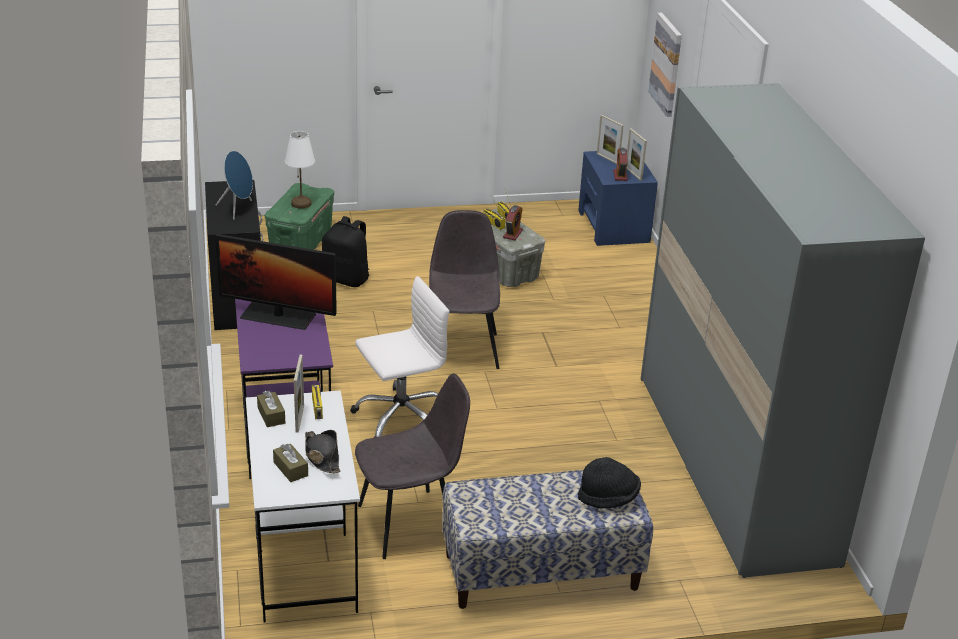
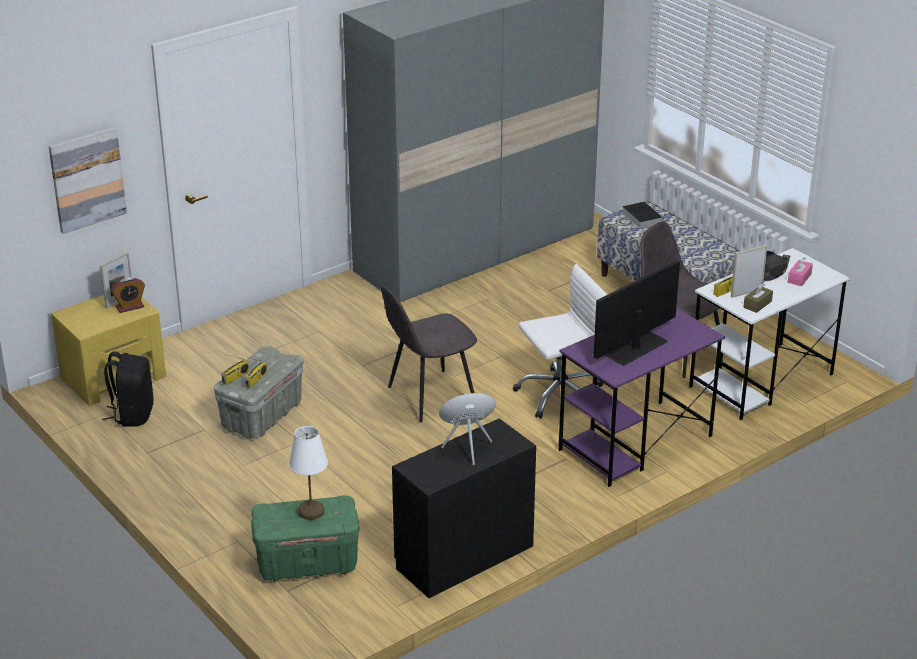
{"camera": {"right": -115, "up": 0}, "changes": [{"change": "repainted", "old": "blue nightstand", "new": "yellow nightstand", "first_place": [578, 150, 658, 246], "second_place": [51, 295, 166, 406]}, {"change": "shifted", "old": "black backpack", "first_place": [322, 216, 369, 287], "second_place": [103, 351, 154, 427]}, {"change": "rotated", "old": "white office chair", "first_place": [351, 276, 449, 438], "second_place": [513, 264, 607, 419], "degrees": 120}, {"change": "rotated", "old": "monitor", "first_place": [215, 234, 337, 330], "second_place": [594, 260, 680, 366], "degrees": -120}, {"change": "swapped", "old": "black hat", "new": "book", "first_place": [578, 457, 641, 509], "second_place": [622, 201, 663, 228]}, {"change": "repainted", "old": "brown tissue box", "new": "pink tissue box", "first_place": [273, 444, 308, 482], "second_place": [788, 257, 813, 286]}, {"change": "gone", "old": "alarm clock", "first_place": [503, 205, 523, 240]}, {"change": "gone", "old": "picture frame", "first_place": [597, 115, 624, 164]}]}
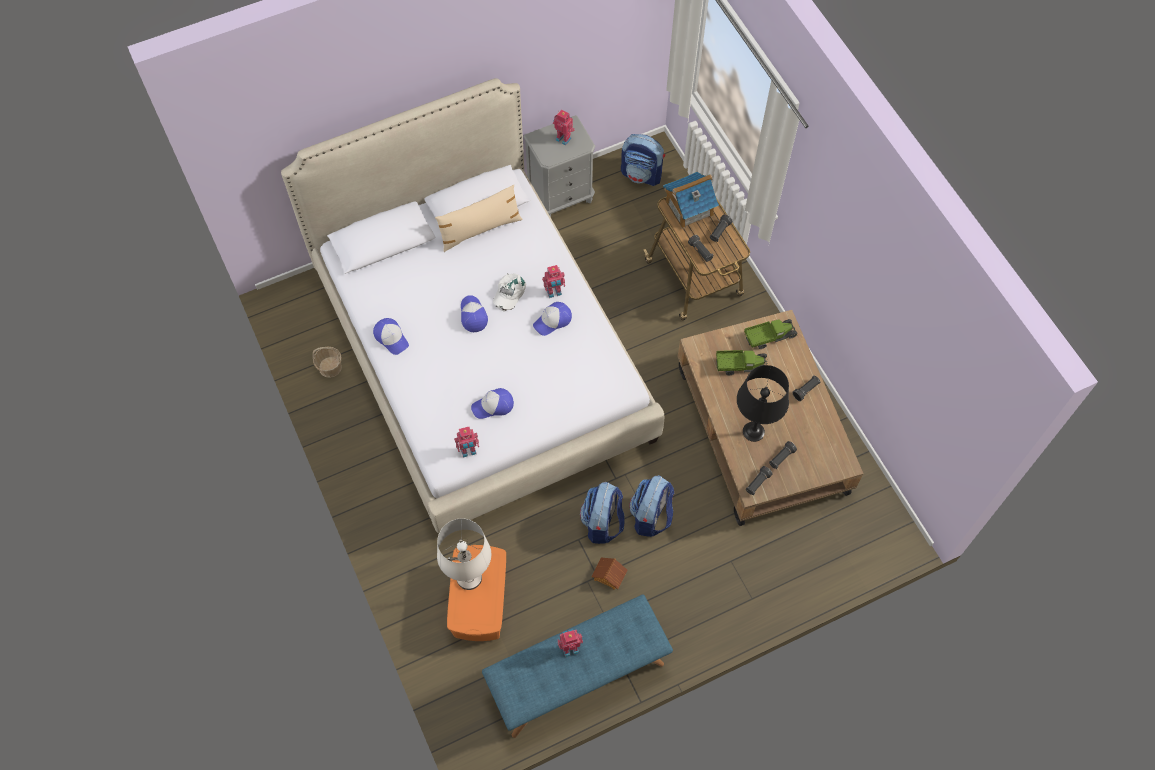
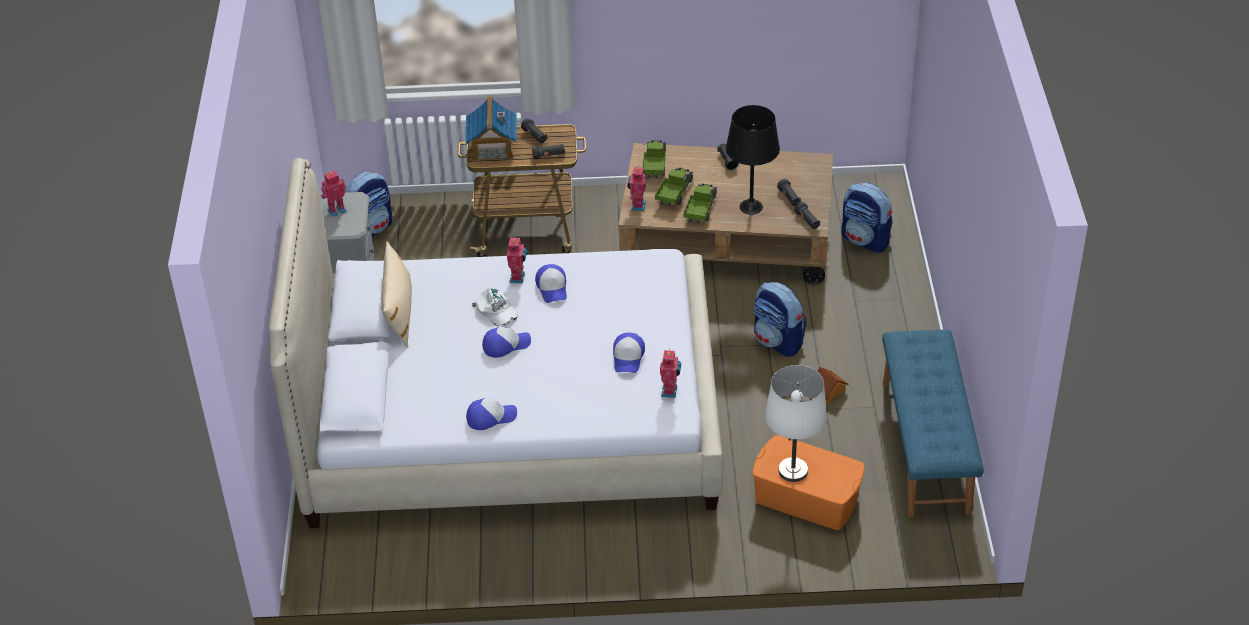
{"camera": {"right": -65, "up": -20}, "changes": [{"change": "rotated", "old": "cap", "first_place": [461, 295, 488, 332], "second_place": [482, 327, 531, 358], "degrees": 150}, {"change": "shifted", "old": "toy robot", "first_place": [558, 629, 583, 657], "second_place": [627, 165, 646, 211]}, {"change": "new", "new": "toy truck", "second_place": [684, 183, 717, 224]}, {"change": "shifted", "old": "backpack", "first_place": [580, 482, 625, 544], "second_place": [841, 183, 893, 253]}, {"change": "gone", "old": "basket", "first_place": [313, 346, 342, 378]}]}
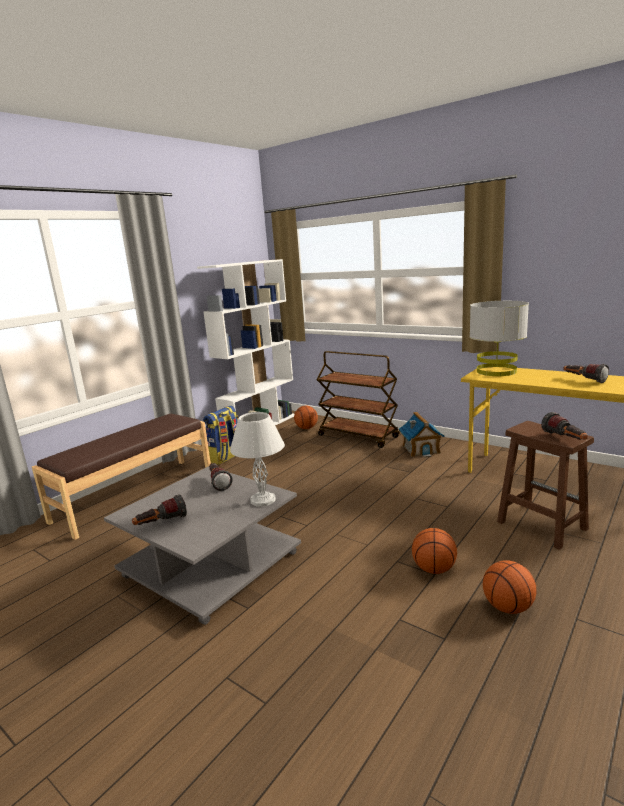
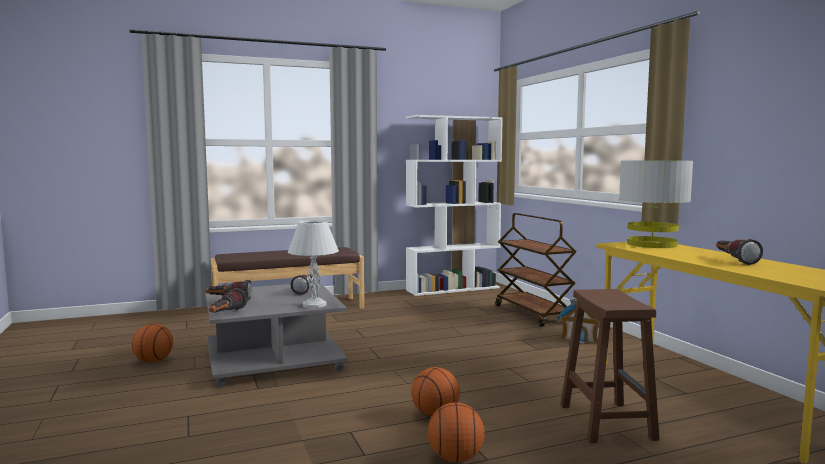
{"camera": {"right": 30, "up": -10}, "changes": [{"change": "shifted", "old": "basketball", "first_place": [294, 406, 318, 429], "second_place": [131, 324, 173, 363]}, {"change": "shifted", "old": "flashlight", "first_place": [541, 412, 588, 440], "second_place": [209, 288, 248, 313]}, {"change": "gone", "old": "backpack", "first_place": [203, 406, 238, 465]}]}
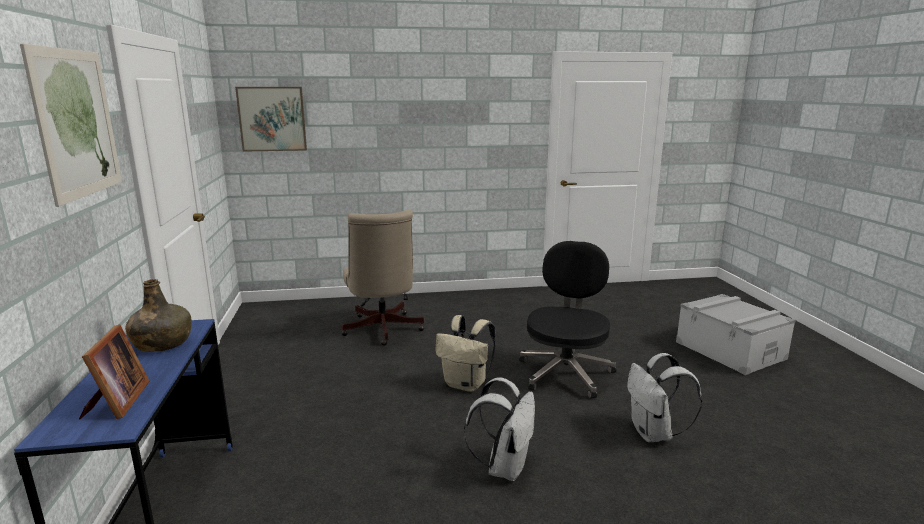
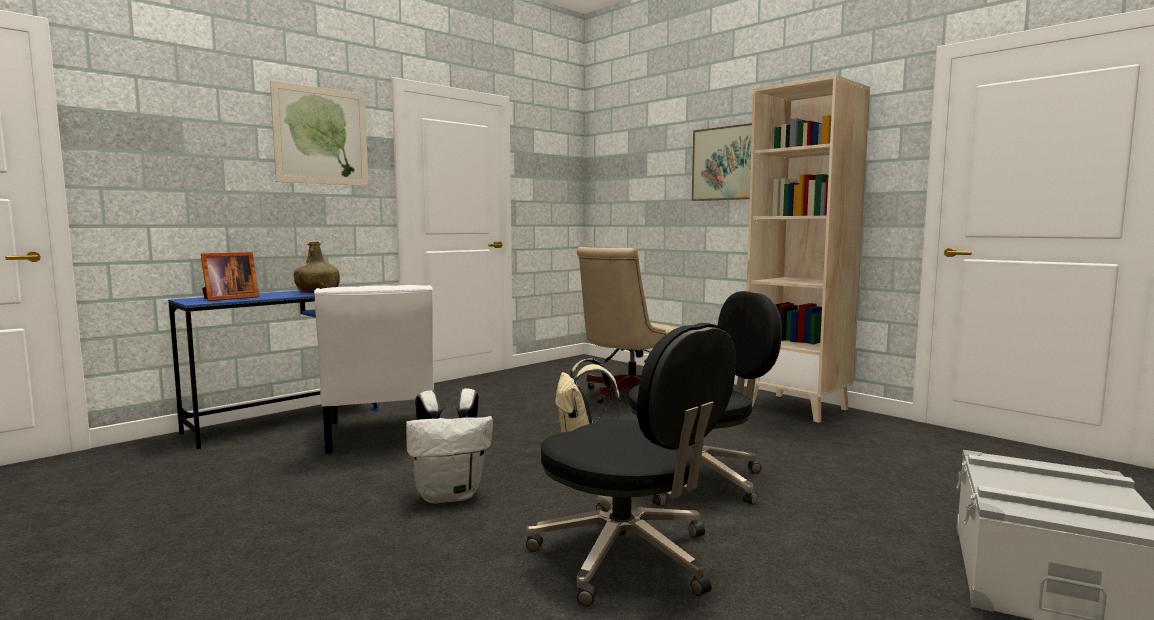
{"camera": {"right": 55, "up": -10}, "changes": [{"change": "new", "new": "white chair", "second_place": [314, 285, 434, 454]}, {"change": "swapped", "old": "white backpack", "new": "black office chair", "first_place": [627, 353, 702, 442], "second_place": [526, 323, 736, 606]}, {"change": "shifted", "old": "picture", "first_place": [235, 87, 307, 152], "second_place": [692, 123, 752, 201]}, {"change": "new", "new": "beige bookcase", "second_place": [745, 75, 870, 423]}]}
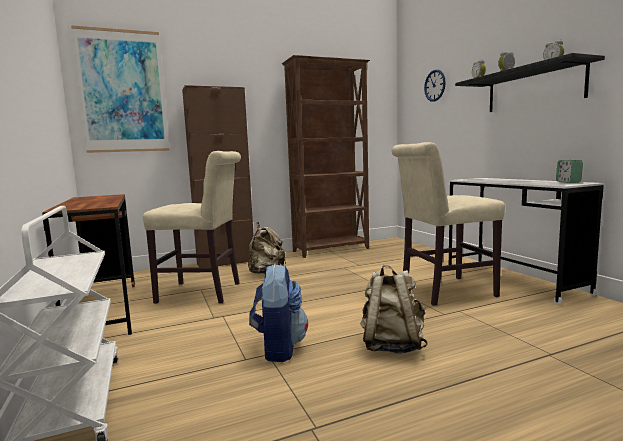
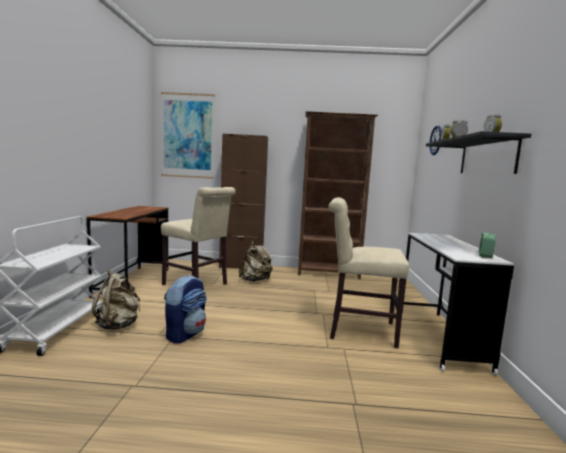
{"camera": {"right": 25, "up": 0}, "changes": [{"change": "shifted", "old": "beige backpack", "first_place": [360, 265, 428, 354], "second_place": [92, 269, 140, 330]}]}
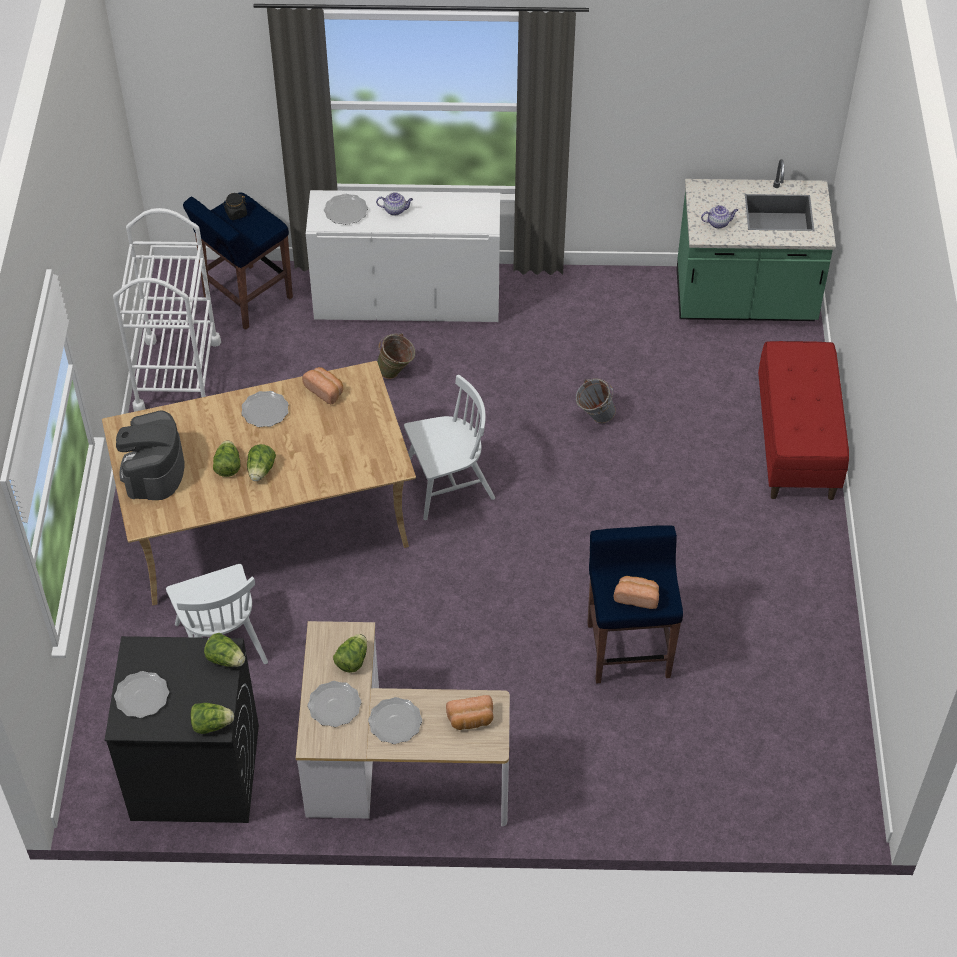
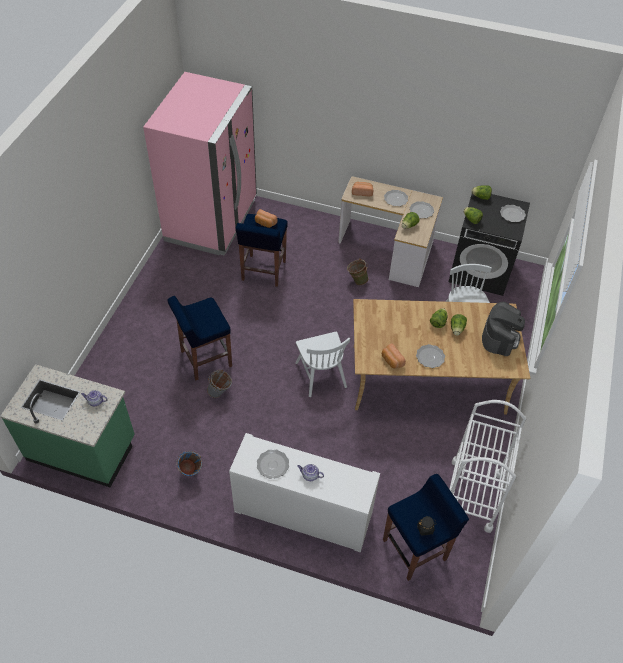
{"camera": {"right": -165, "up": 0}, "changes": [{"change": "new", "new": "pink fridge", "second_place": [143, 72, 257, 256]}, {"change": "new", "new": "blue stool", "second_place": [167, 296, 232, 380]}, {"change": "new", "new": "blue bucket", "second_place": [176, 451, 202, 476]}, {"change": "shifted", "old": "plate", "first_place": [324, 194, 368, 225], "second_place": [257, 449, 289, 479]}, {"change": "rotated", "old": "white chair", "first_place": [404, 375, 495, 520], "second_place": [295, 332, 350, 397], "degrees": -105}, {"change": "shifted", "old": "green bucket", "first_place": [377, 333, 415, 379], "second_place": [347, 258, 369, 285]}, {"change": "gone", "old": "red bench", "first_place": [758, 341, 849, 500]}]}
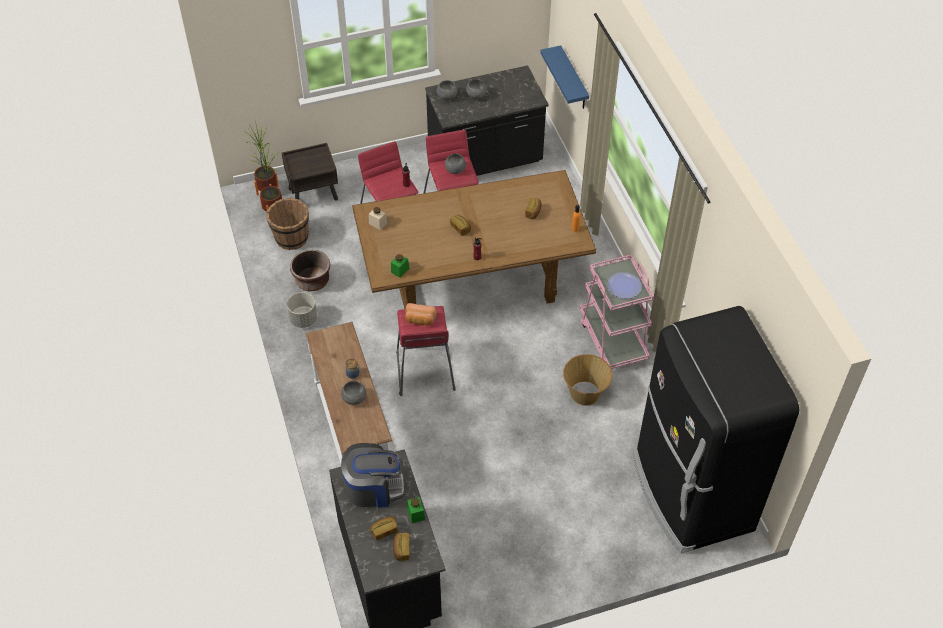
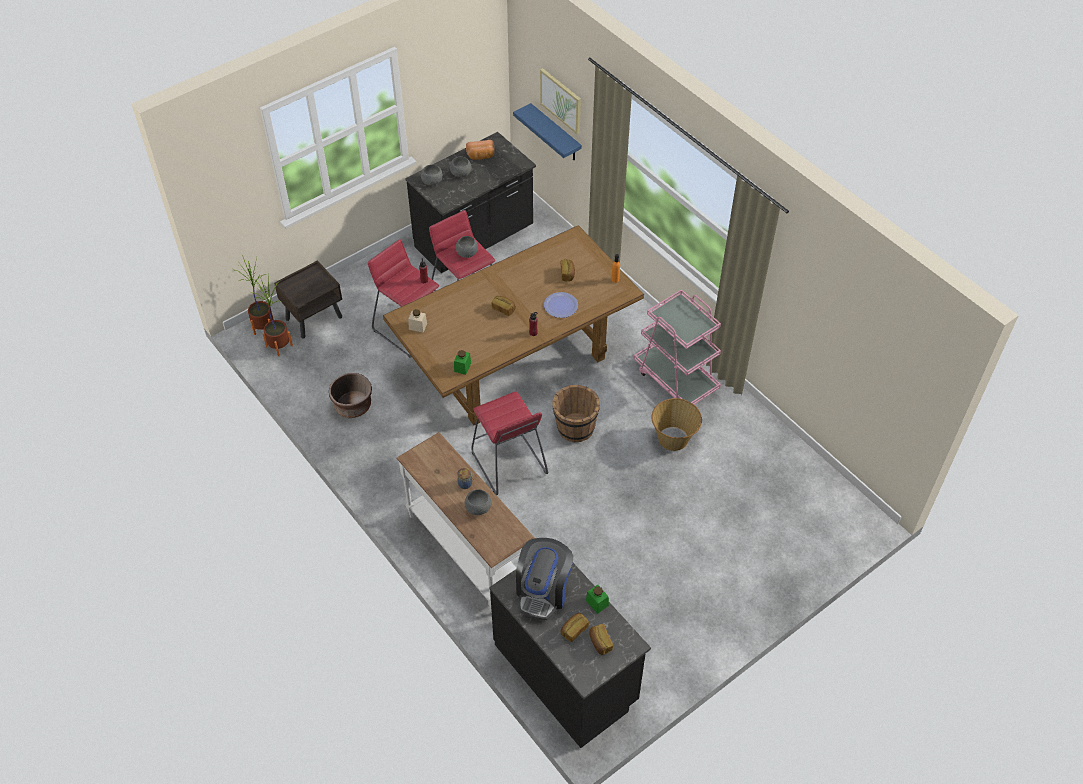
{"camera": {"right": -20, "up": 0}, "changes": [{"change": "shifted", "old": "bread", "first_place": [405, 303, 437, 326], "second_place": [466, 140, 494, 160]}, {"change": "rotated", "old": "coffee machine", "first_place": [341, 443, 406, 508], "second_place": [516, 538, 573, 620], "degrees": 135}, {"change": "new", "new": "picture", "second_place": [540, 68, 581, 134]}, {"change": "shifted", "old": "plate", "first_place": [607, 272, 642, 299], "second_place": [544, 292, 578, 318]}, {"change": "shifted", "old": "brown bucket", "first_place": [266, 198, 309, 250], "second_place": [552, 385, 600, 442]}, {"change": "gone", "old": "grey planter", "first_place": [287, 292, 317, 328]}, {"change": "gone", "old": "black fridge", "first_place": [633, 306, 799, 554]}]}
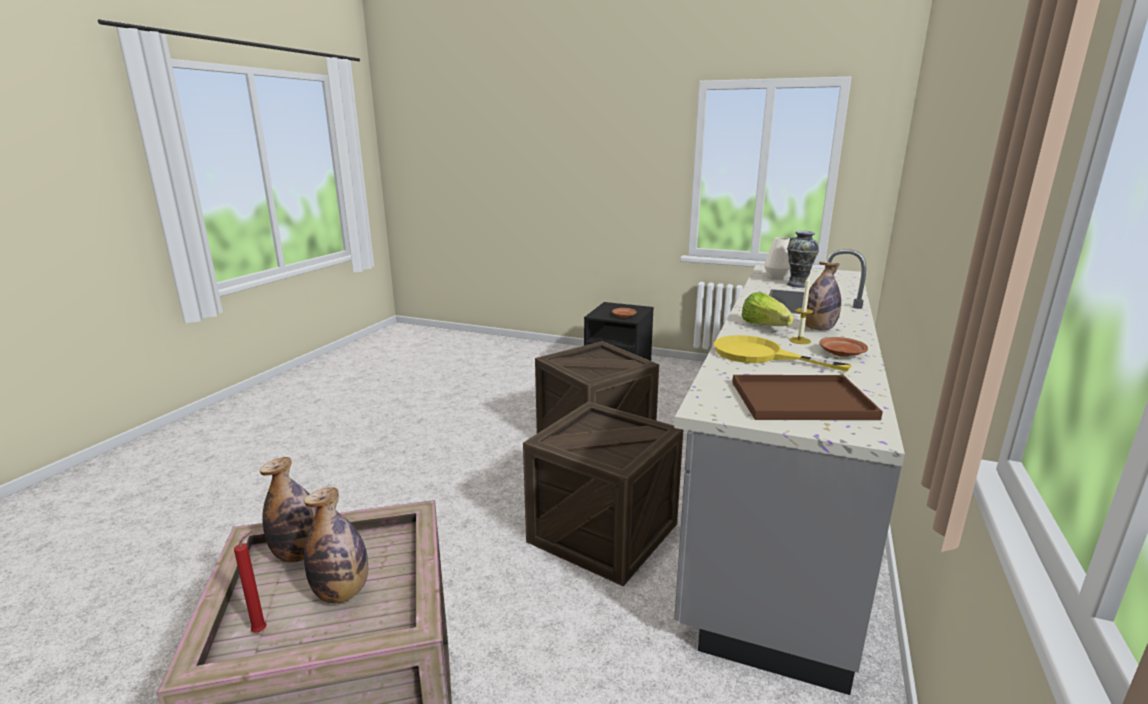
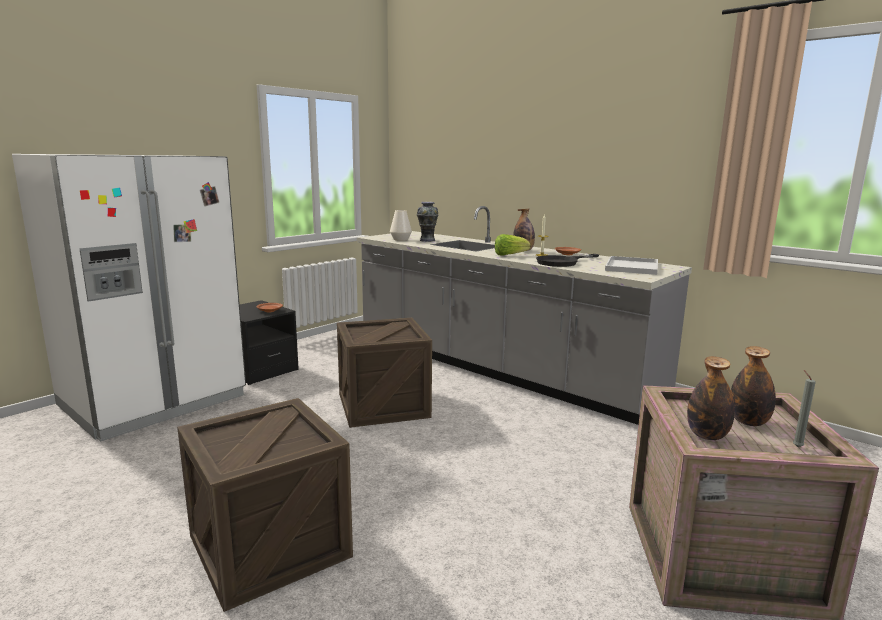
{"camera": {"right": -70, "up": -5}, "changes": [{"change": "new", "new": "white fridge", "second_place": [12, 154, 246, 441]}, {"change": "shifted", "old": "crate", "first_place": [523, 401, 683, 586], "second_place": [177, 398, 353, 612]}, {"change": "repainted", "old": "yellow frying pan", "new": "black frying pan", "first_place": [714, 335, 851, 372], "second_place": [536, 254, 599, 267]}, {"change": "repainted", "old": "brown tray", "new": "white tray", "first_place": [732, 375, 883, 420], "second_place": [605, 256, 658, 275]}, {"change": "repainted", "old": "red candle", "new": "grey candle", "first_place": [234, 531, 266, 632], "second_place": [793, 370, 816, 447]}]}
